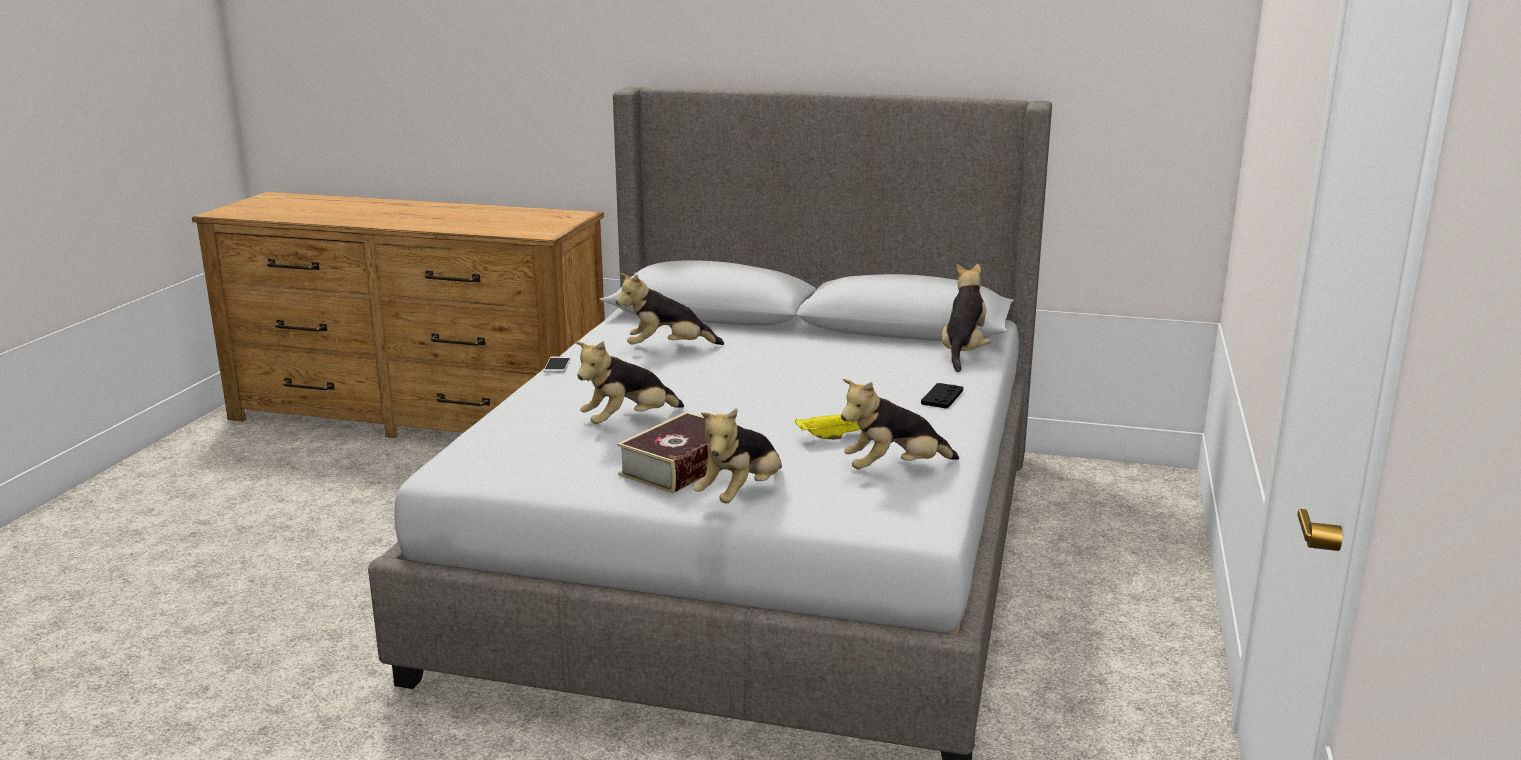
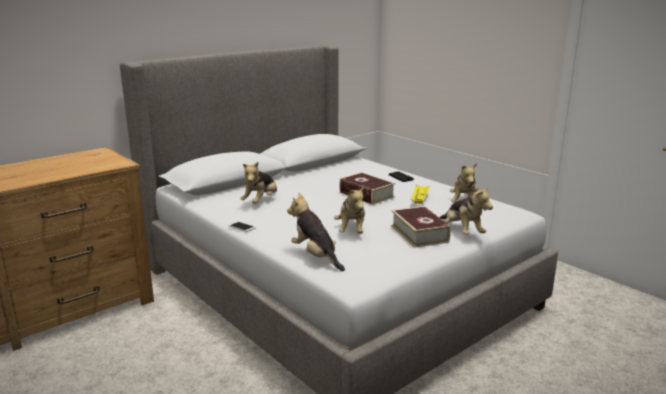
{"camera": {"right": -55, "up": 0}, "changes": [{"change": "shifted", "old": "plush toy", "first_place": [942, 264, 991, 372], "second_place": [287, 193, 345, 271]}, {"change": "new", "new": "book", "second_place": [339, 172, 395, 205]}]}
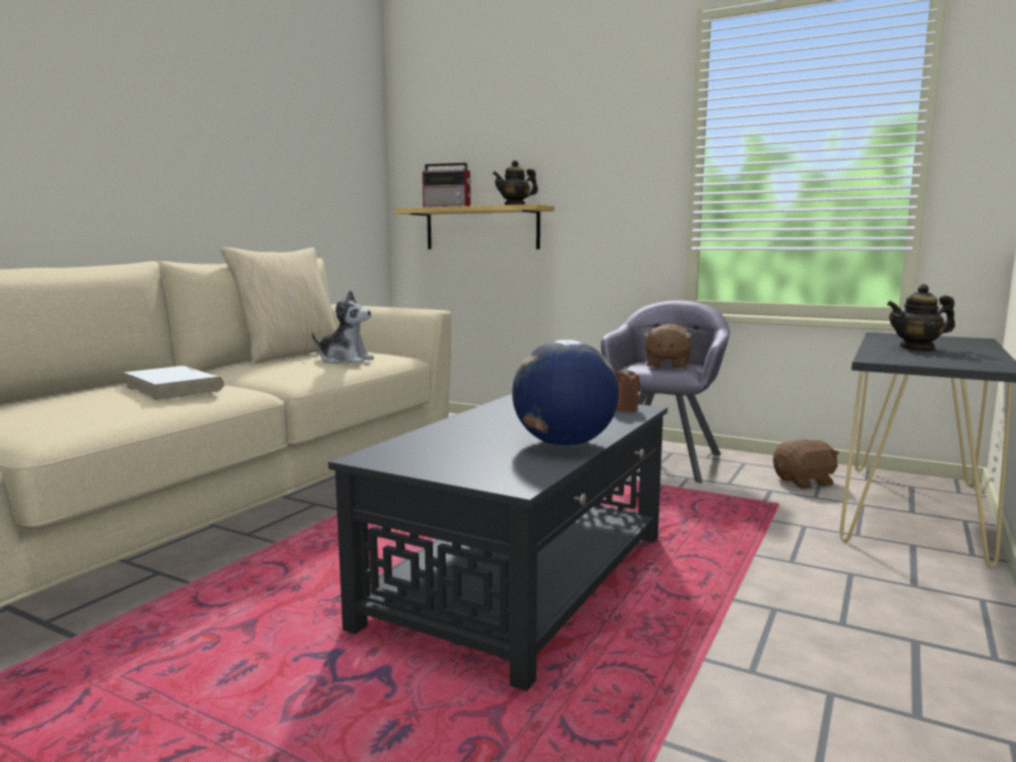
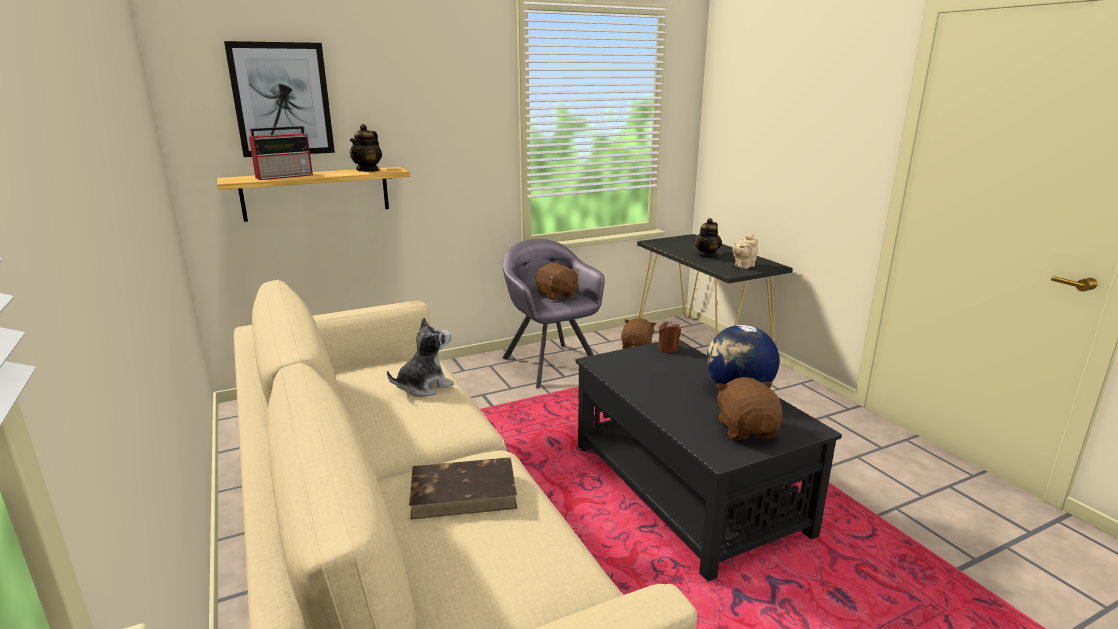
{"camera": {"right": -55, "up": 10}, "changes": [{"change": "new", "new": "picture", "second_place": [224, 41, 335, 157]}, {"change": "repainted", "old": "white book", "new": "brown book", "first_place": [123, 366, 225, 400], "second_place": [409, 457, 517, 520]}, {"change": "new", "new": "brown plush toy", "second_place": [715, 377, 783, 440]}, {"change": "new", "new": "beige teapot", "second_place": [733, 234, 758, 269]}, {"change": "gone", "old": "beige pillow", "first_place": [220, 247, 337, 364]}]}
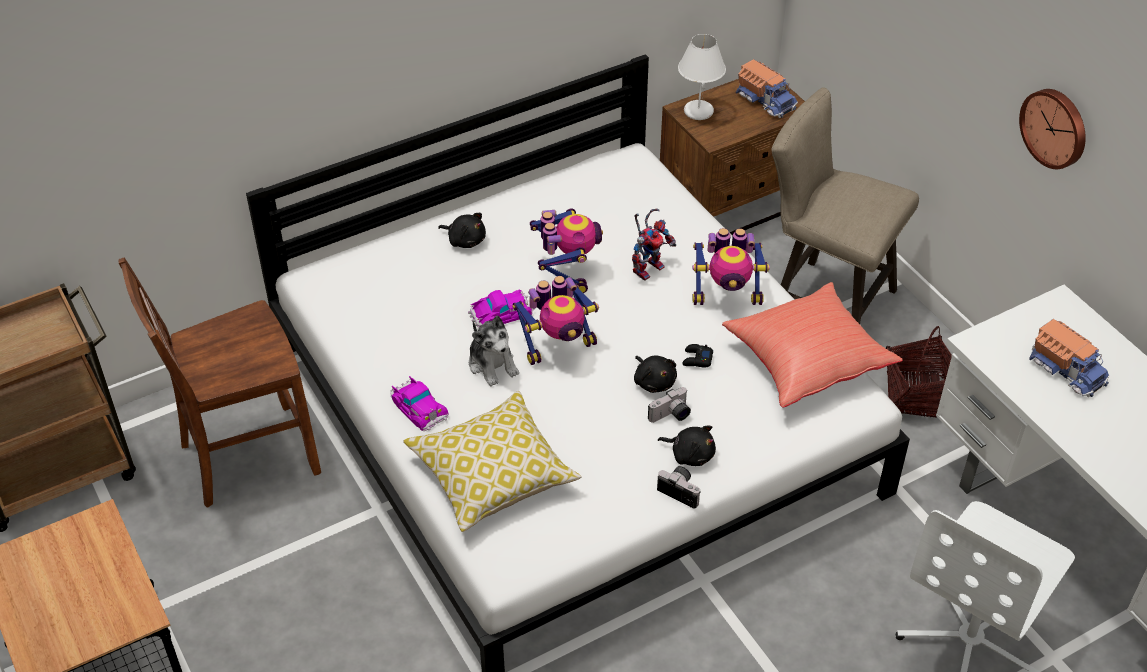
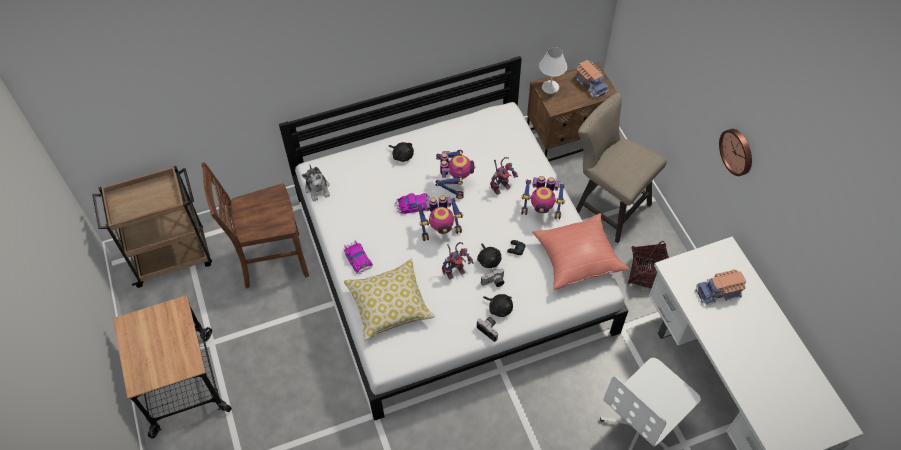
{"camera": {"right": 10, "up": 10}, "changes": [{"change": "shifted", "old": "plush toy", "first_place": [469, 316, 519, 386], "second_place": [302, 165, 330, 201]}, {"change": "new", "new": "toy robot", "second_place": [442, 242, 473, 279]}, {"change": "rotated", "old": "toy truck", "first_place": [1029, 319, 1110, 398], "second_place": [695, 269, 746, 305], "degrees": 105}]}
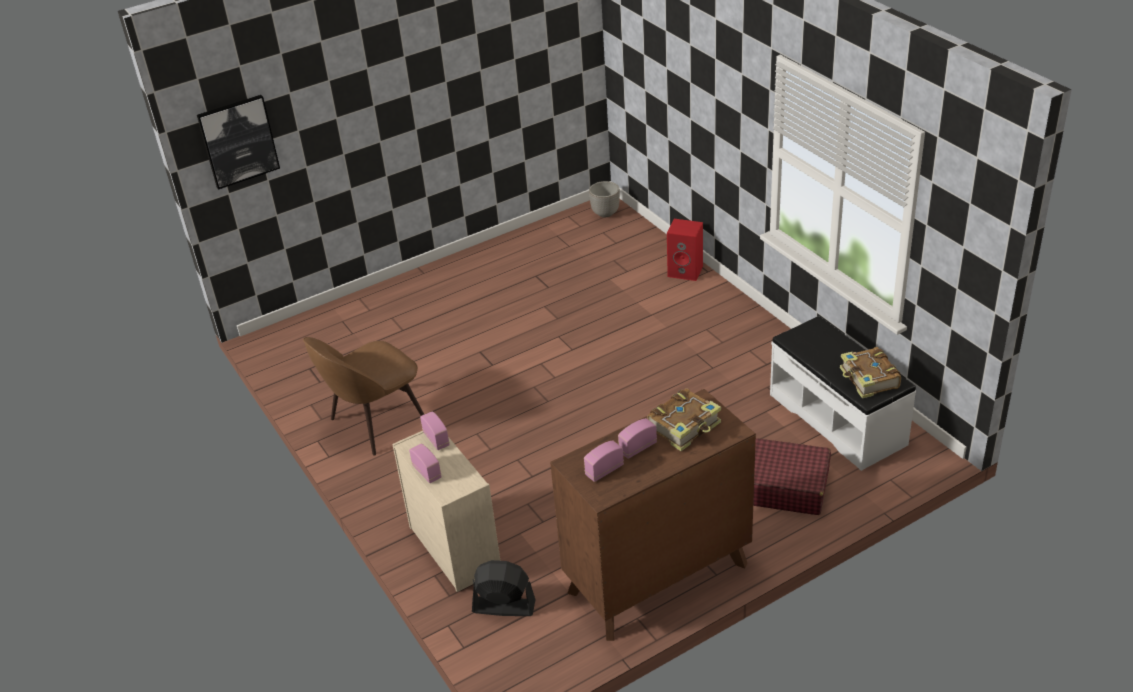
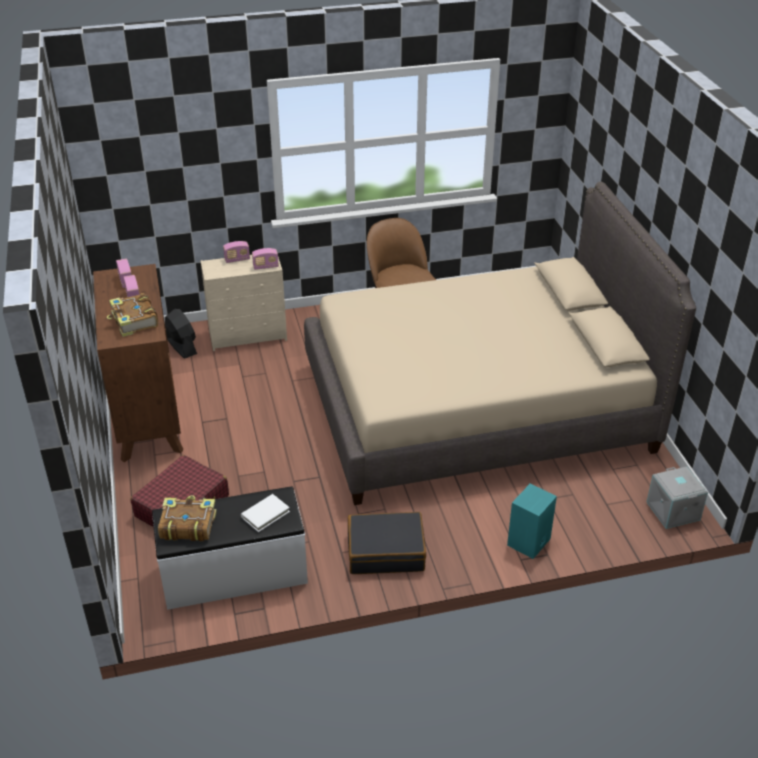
{"camera": {"right": 105, "up": 0}, "changes": [{"change": "rotated", "old": "black fan", "first_place": [472, 560, 535, 616], "second_place": [165, 309, 197, 359], "degrees": -60}, {"change": "new", "new": "white book", "second_place": [241, 494, 290, 532]}, {"change": "new", "new": "beige bed", "second_place": [304, 182, 696, 505]}, {"change": "new", "new": "black suitcase", "second_place": [348, 512, 426, 574]}, {"change": "repainted", "old": "red speaker", "new": "turquoise speaker", "first_place": [667, 219, 703, 281], "second_place": [507, 483, 557, 559]}, {"change": "swapped", "old": "planter", "new": "grey storage box", "first_place": [589, 181, 620, 217], "second_place": [646, 466, 708, 529]}, {"change": "gone", "old": "picture", "first_place": [197, 95, 280, 190]}]}
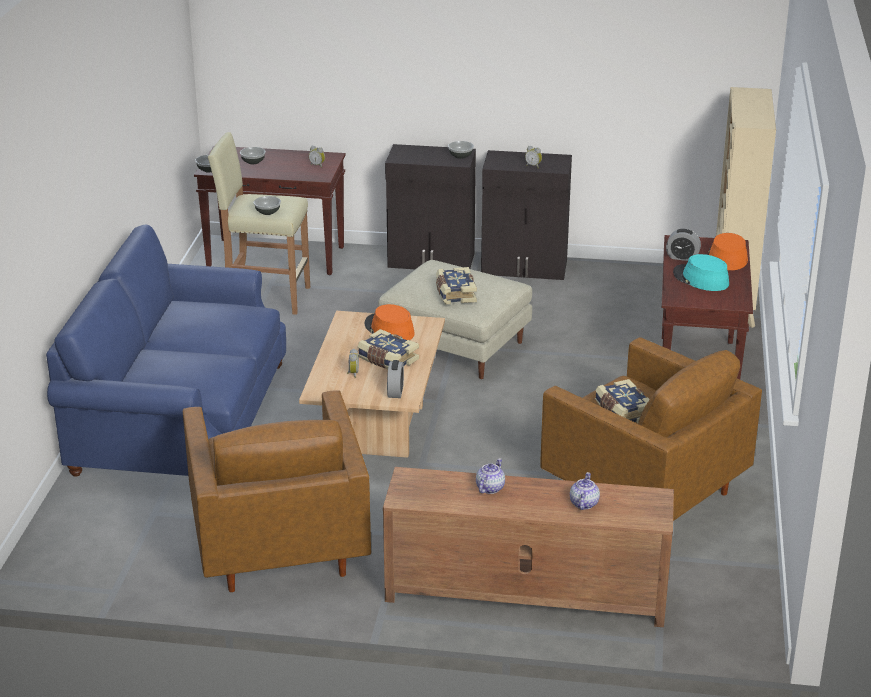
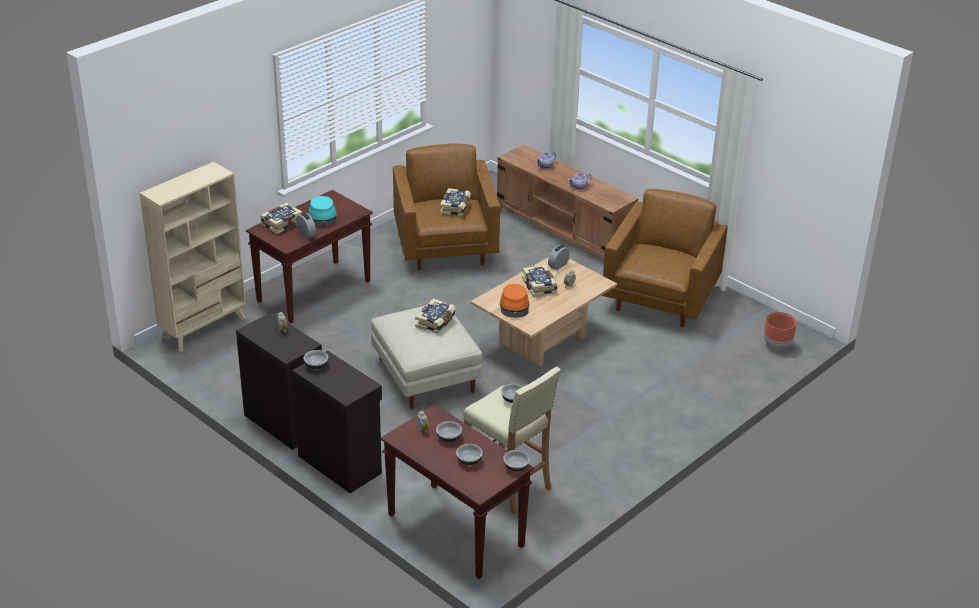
{"camera": {"right": -145, "up": 5}, "changes": [{"change": "swapped", "old": "orange hat", "new": "book", "first_place": [709, 233, 748, 270], "second_place": [260, 203, 302, 234]}, {"change": "new", "new": "bowl", "second_place": [436, 421, 462, 442]}, {"change": "new", "new": "brown planter", "second_place": [764, 312, 797, 350]}, {"change": "gone", "old": "blue sofa", "first_place": [46, 224, 286, 477]}]}
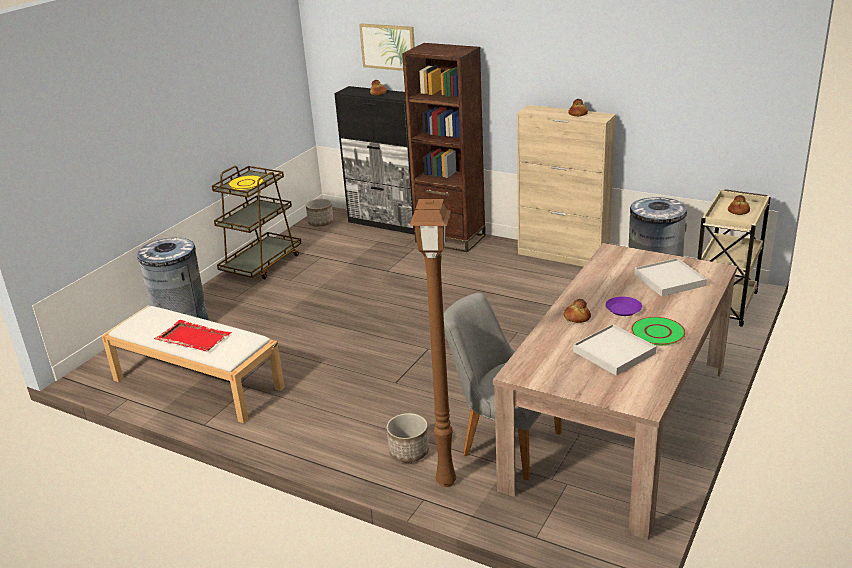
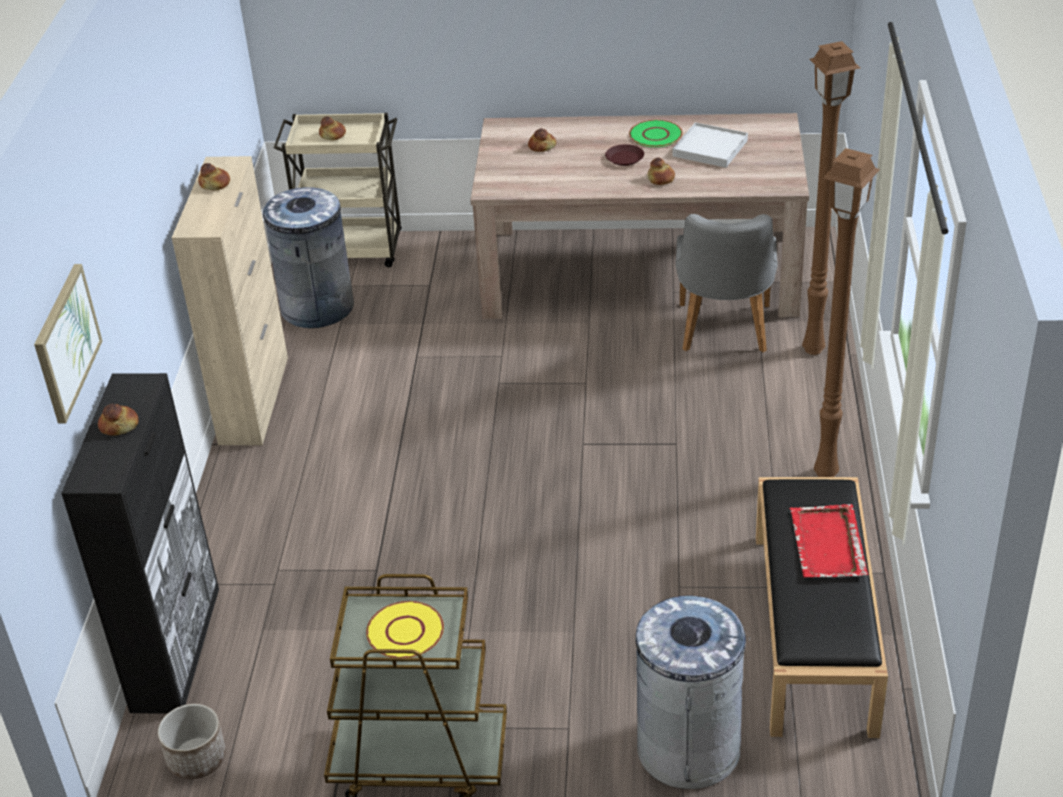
{"camera": {"right": -115, "up": 10}, "changes": [{"change": "swapped", "old": "white tray", "new": "bread", "first_place": [634, 258, 707, 296], "second_place": [528, 128, 556, 152]}, {"change": "repainted", "old": "purple plate", "new": "brown plate", "first_place": [605, 297, 642, 316], "second_place": [605, 144, 644, 166]}, {"change": "repainted", "old": "white bench", "new": "black bench", "first_place": [102, 306, 285, 423], "second_place": [756, 477, 888, 738]}, {"change": "new", "new": "brown floor lamp", "second_place": [814, 148, 880, 477]}, {"change": "gone", "old": "planter", "first_place": [387, 413, 429, 462]}, {"change": "gone", "old": "brown bookcase", "first_place": [402, 43, 486, 253]}]}
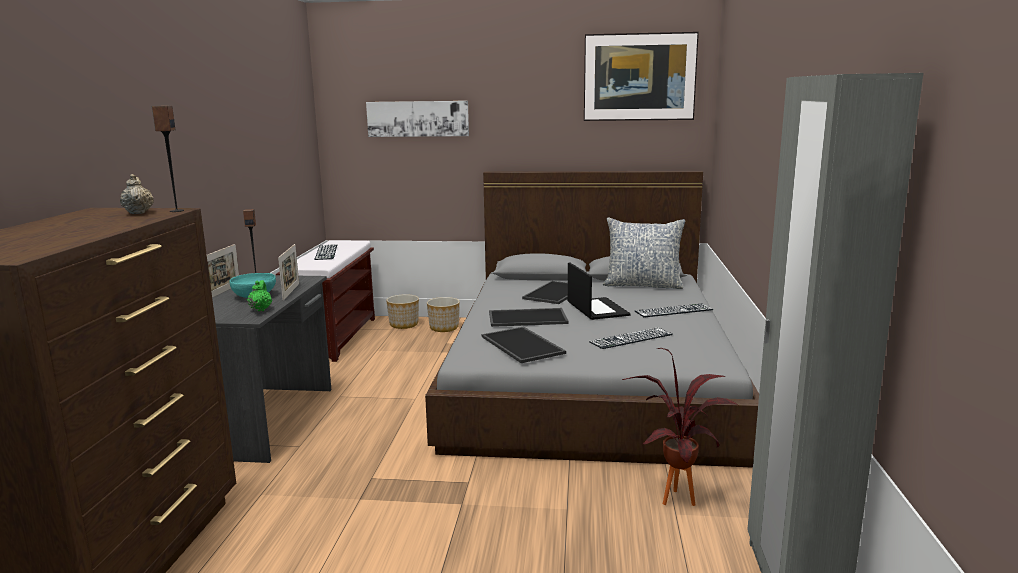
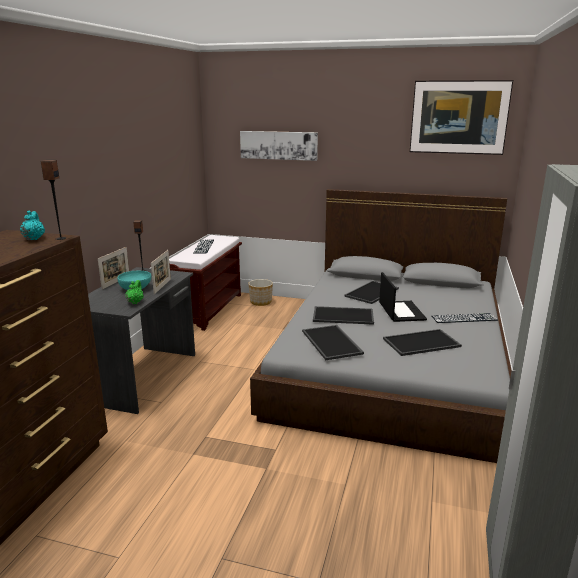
{"camera": {"right": 10, "up": 5}, "changes": [{"change": "repainted", "old": "beige teapot", "new": "turquoise teapot", "first_place": [120, 174, 154, 214], "second_place": [20, 211, 45, 240]}, {"change": "swapped", "old": "keyboard", "new": "tray", "first_place": [589, 327, 673, 349], "second_place": [383, 329, 462, 356]}, {"change": "gone", "old": "planter", "first_place": [427, 297, 460, 332]}, {"change": "gone", "old": "pillow", "first_place": [603, 217, 685, 289]}, {"change": "gone", "old": "potted plant", "first_place": [622, 348, 738, 506]}]}
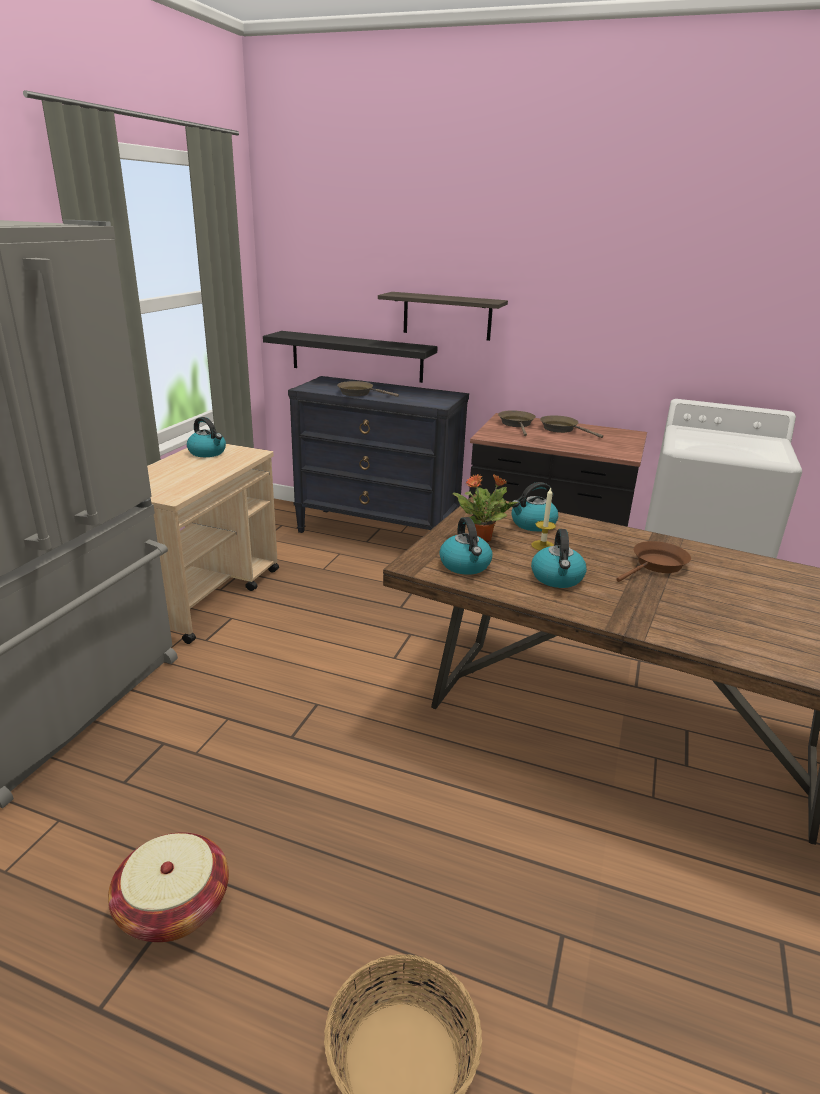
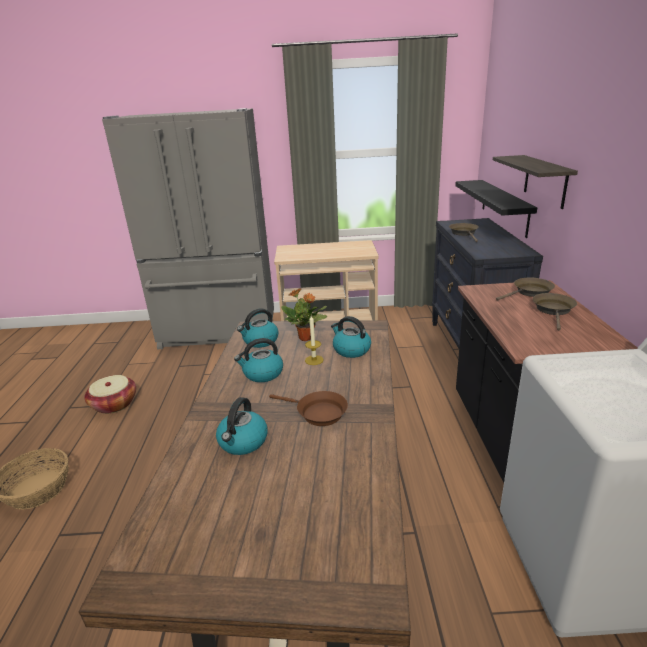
{"camera": {"right": 70, "up": 0}, "changes": [{"change": "shifted", "old": "kettle", "first_place": [187, 417, 226, 457], "second_place": [216, 397, 268, 455]}]}
